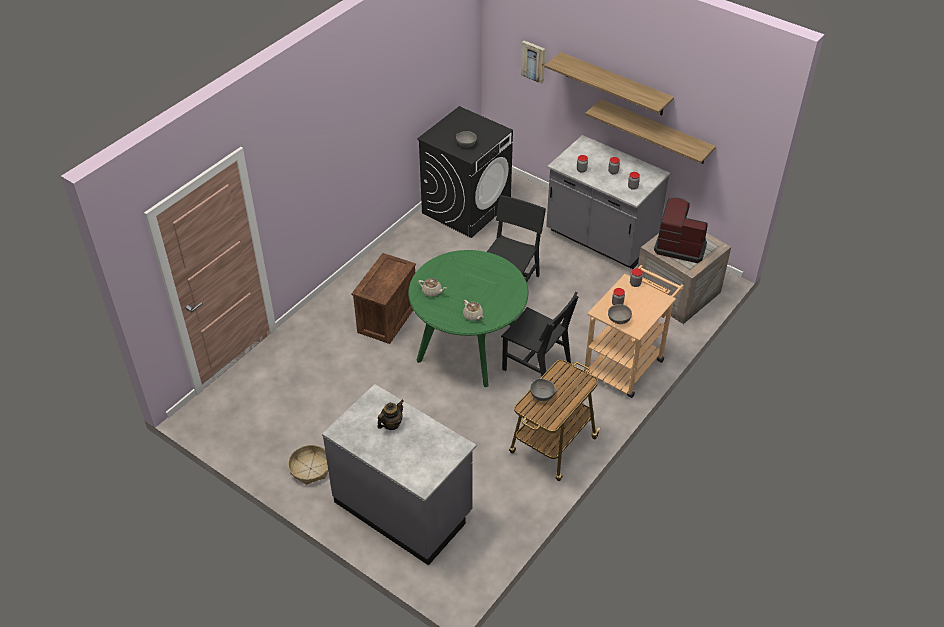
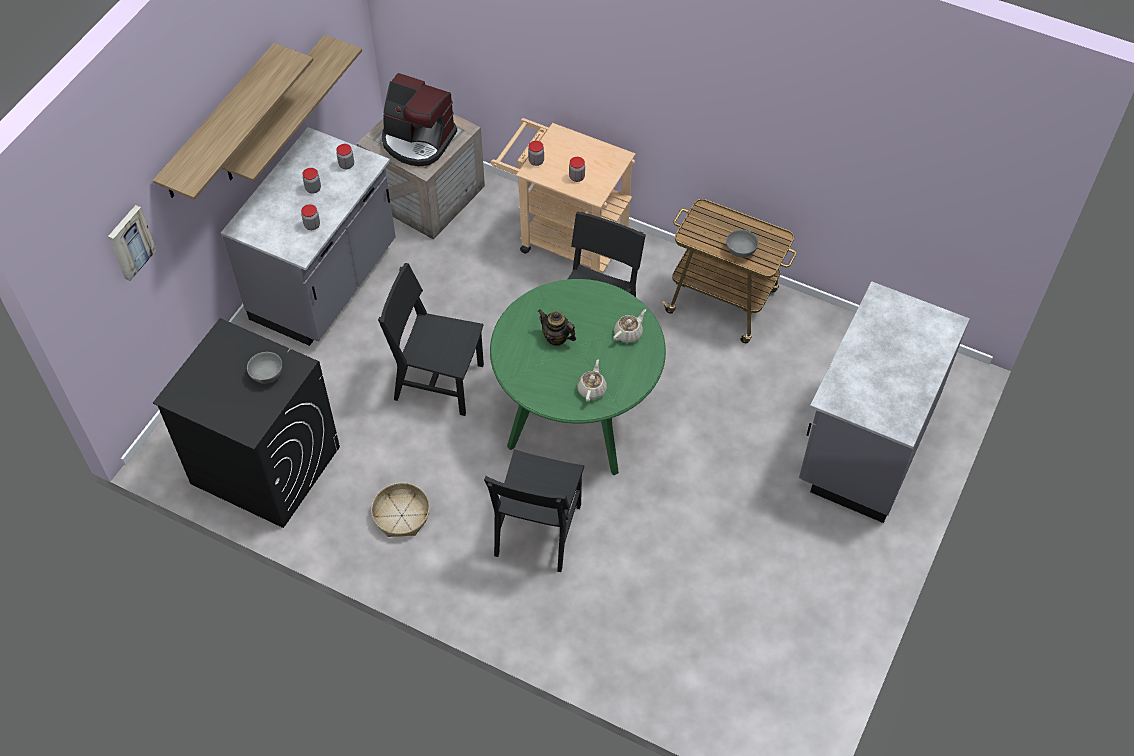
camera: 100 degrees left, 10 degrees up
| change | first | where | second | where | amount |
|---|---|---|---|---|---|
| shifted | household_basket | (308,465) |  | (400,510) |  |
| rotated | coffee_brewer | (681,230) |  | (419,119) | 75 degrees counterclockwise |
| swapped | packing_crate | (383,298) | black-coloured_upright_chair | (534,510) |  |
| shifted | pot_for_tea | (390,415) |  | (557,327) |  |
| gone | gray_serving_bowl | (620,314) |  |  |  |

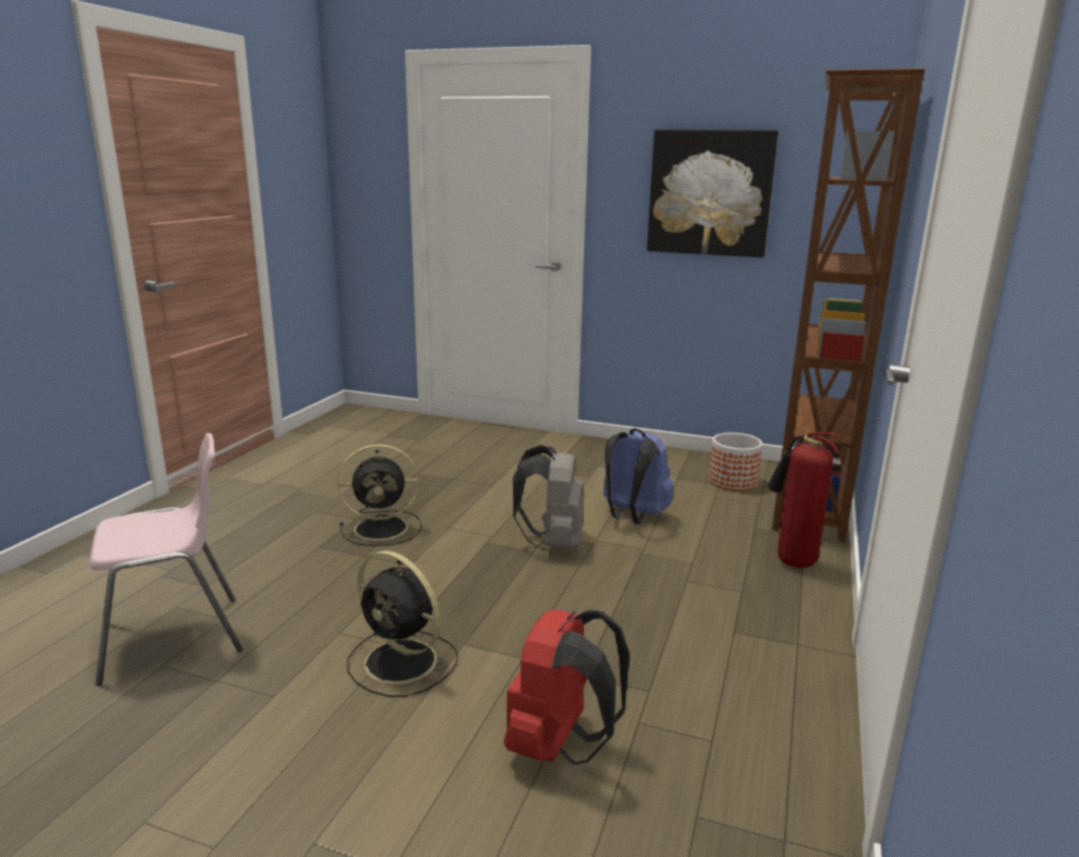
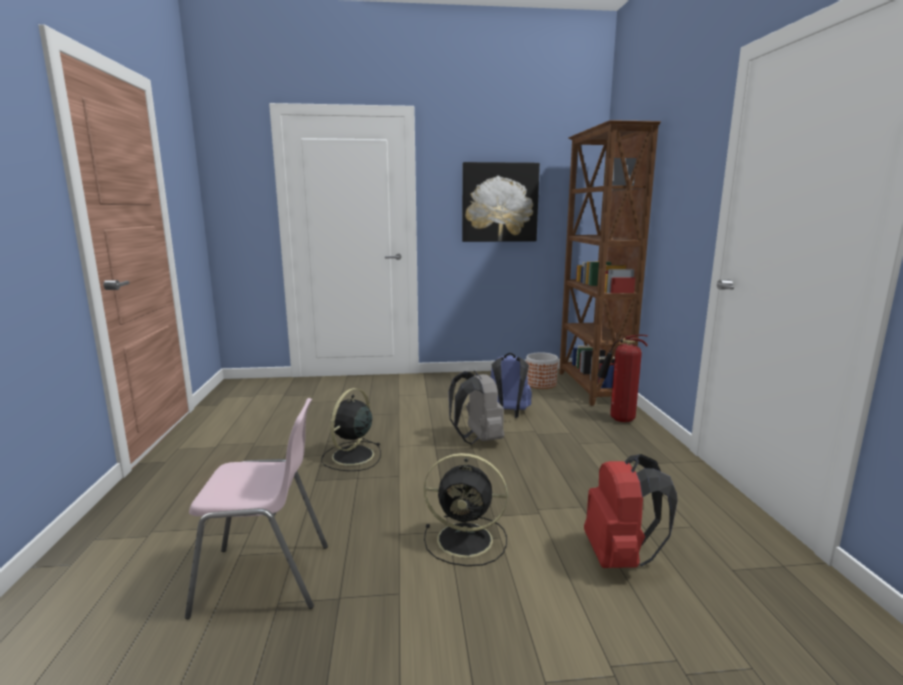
camera: 25 degrees left, 5 degrees down
| change | first | where | second | where | amount |
|---|---|---|---|---|---|
| rotated | pink-coloured_upright_chair | (166,559) |  | (256,508) | 45 degrees clockwise |
| rotated | black-coloured_electric_fan | (379,495) |  | (351,429) | 150 degrees clockwise |

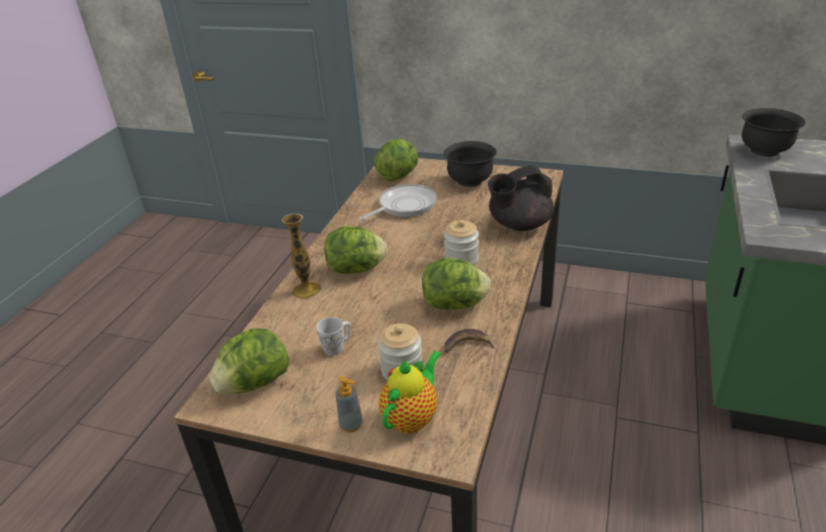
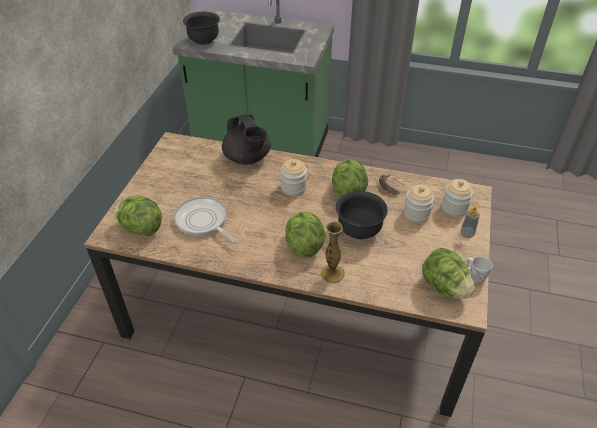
camera: 95 degrees left, 10 degrees up
| change | first | where | second | where | amount |
|---|---|---|---|---|---|
| shifted | black-coloured_serving_bowl | (470,164) |  | (362,215) |  |
| swapped | pot_for_tea | (410,392) | preserve_jar | (457,198) |  |
| shifted | whitish_coffee_mug | (333,336) |  | (479,270) |  |

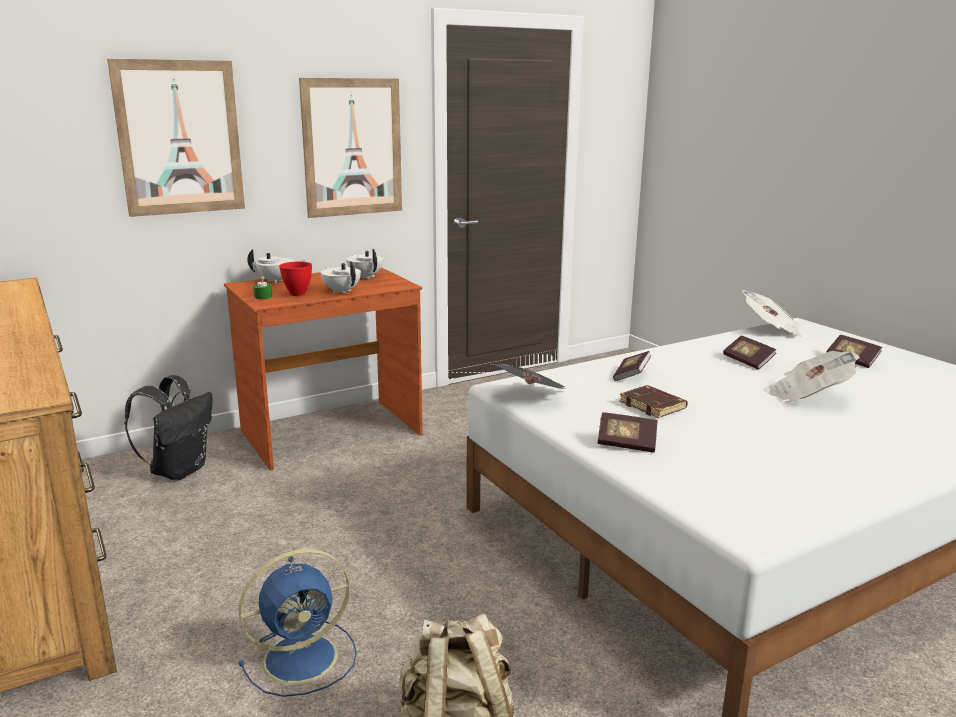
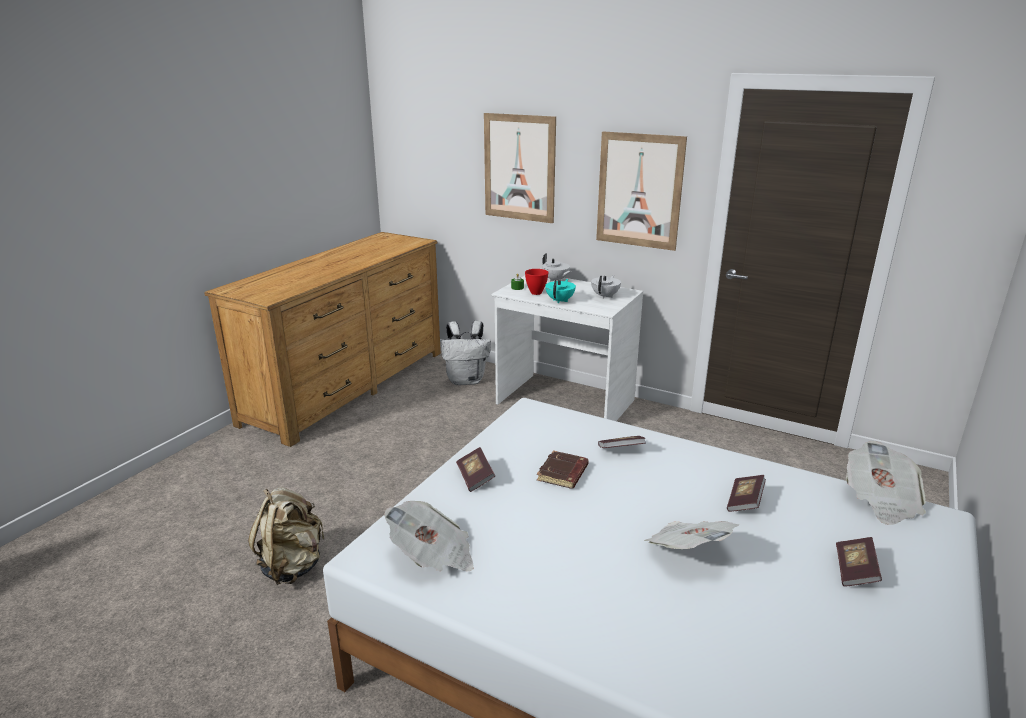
camera: 60 degrees right, 5 degrees up
| change | first | where | second | where | amount |
|---|---|---|---|---|---|
| shifted | daily_paper | (529,376) |  | (429,536) |  |
| repainted | black-coloured_knapsack | (168,428) | whitish_knapsack | (466,353) |  |
| repainted | brown_desk | (323,368) | whitish_desk | (567,348) |  |
| repainted | whitish_pot_for_tea | (341,277) | turquoise_pot_for_tea | (560,291) |  |
| gone | bluish_electric_fan | (298,623) |  |  |  |

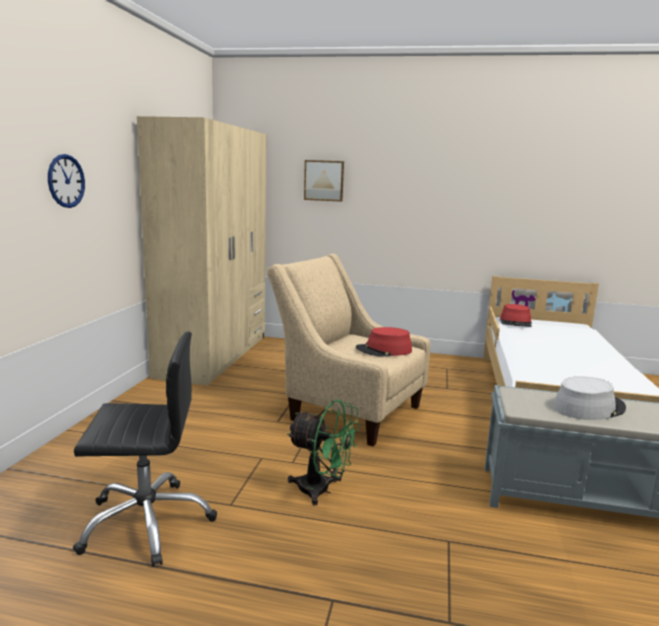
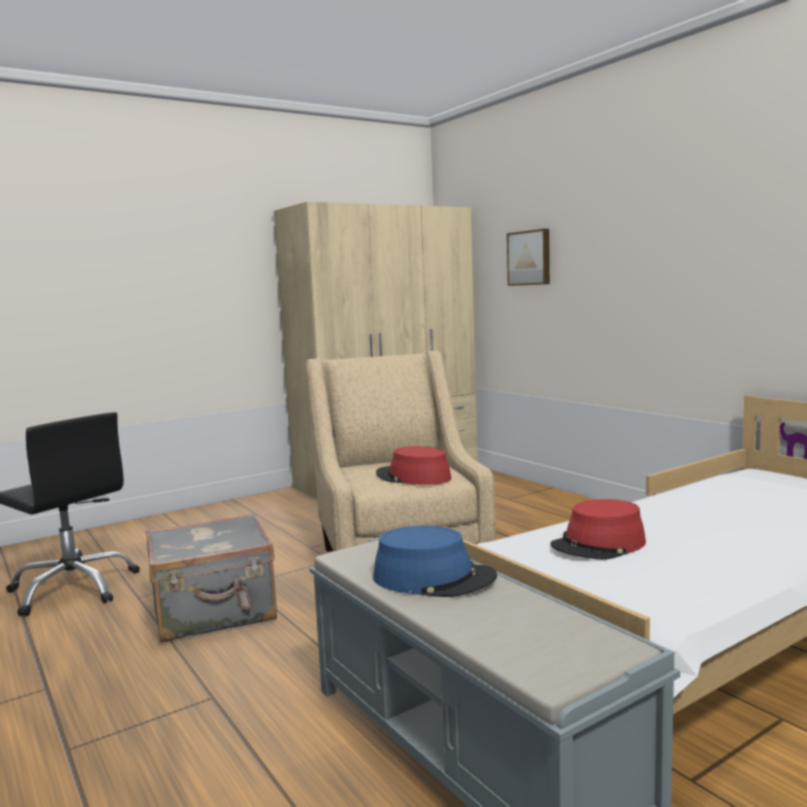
camera: 45 degrees right, 5 degrees down
| change | first | where | second | where | amount |
|---|---|---|---|---|---|
| swapped | green-coloured_electric_fan | (323,452) | gray_piece_of_luggage | (211,578) |  |
| repainted | gray_hat | (589,398) | bluish_hat | (435,561) |  |
| shifted | red-coloured_hat | (516,315) |  | (598,529) |  |
| gone | hanging_clock | (66,181) |  |  |  |

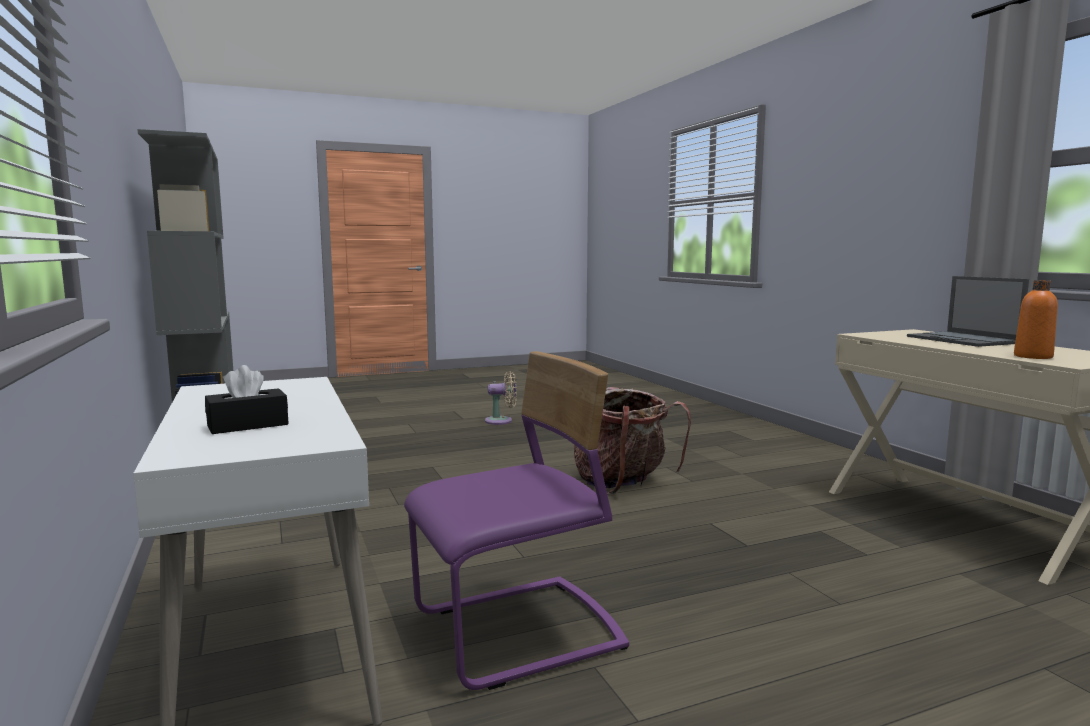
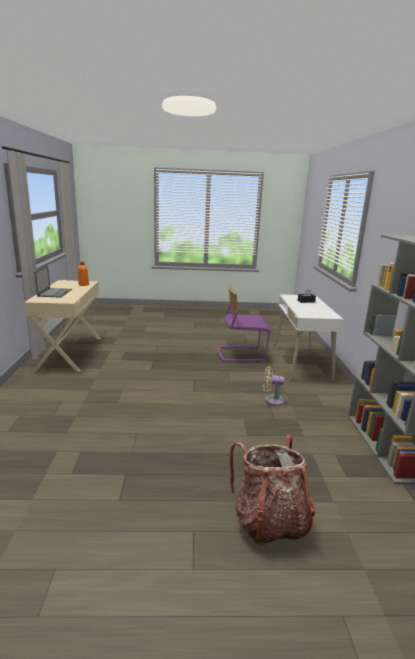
camera: 160 degrees left, 10 degrees up
| change | first | where | second | where | amount |
|---|---|---|---|---|---|
| shifted | knapsack | (632,440) |  | (272,490) |  |
| shifted | sand-coloured_electric_fan | (501,398) |  | (274,385) |  |

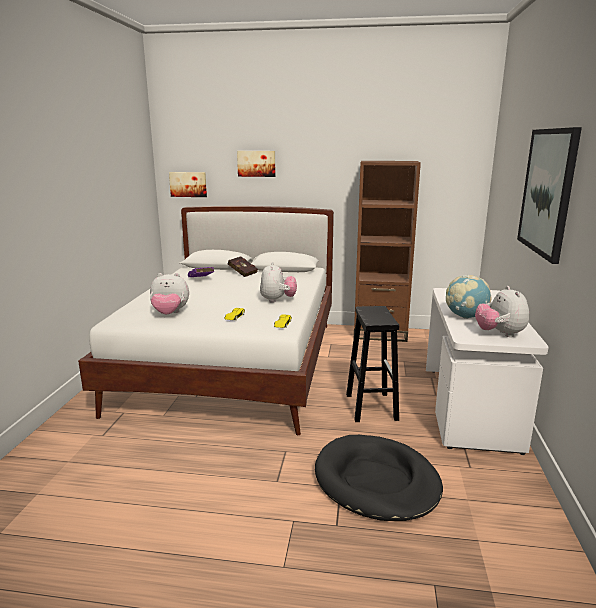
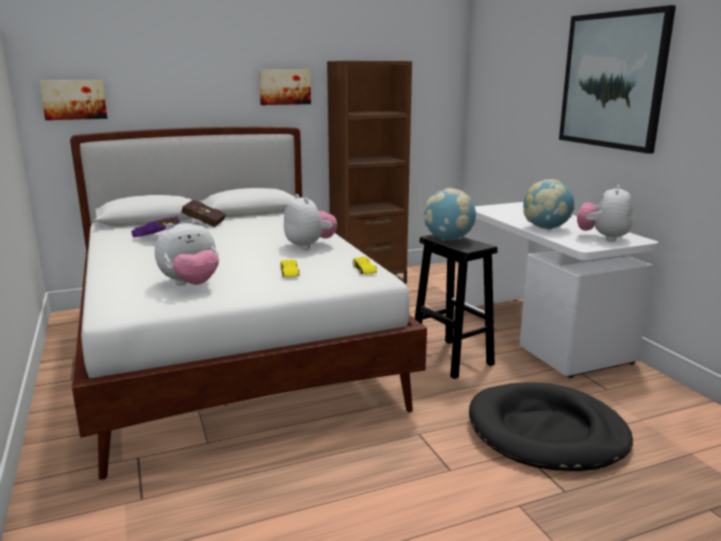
camera: 30 degrees left, 0 degrees up
| change | first | where | second | where | amount |
|---|---|---|---|---|---|
| shifted | wall_picture | (256,164) |  | (285,87) |  |
| new |  |  | desk_globe | (450,214) |  |
| rotated | plush_toy | (502,311) |  | (605,213) | 60 degrees clockwise |

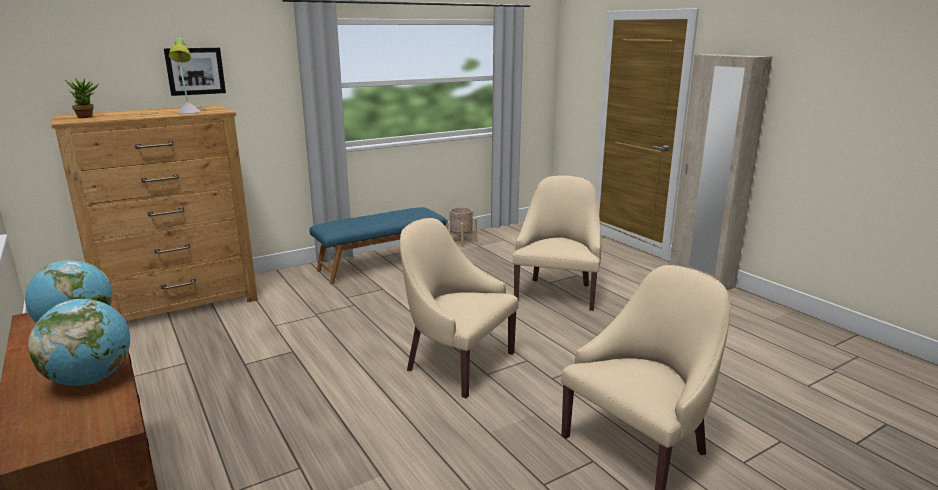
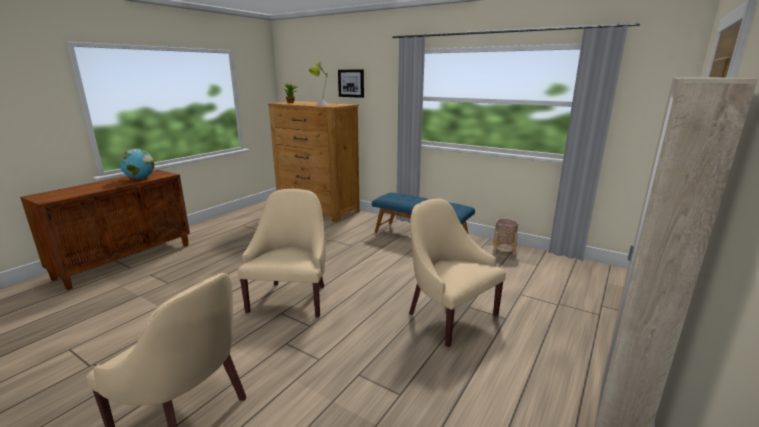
camera: 65 degrees right, 0 degrees up
| change | first | where | second | where | amount |
|---|---|---|---|---|---|
| rotated | sand-coloured_lounge_chair | (557,243) |  | (457,272) | 120 degrees counterclockwise |
| gone | desk_globe | (79,342) |  |  |  |

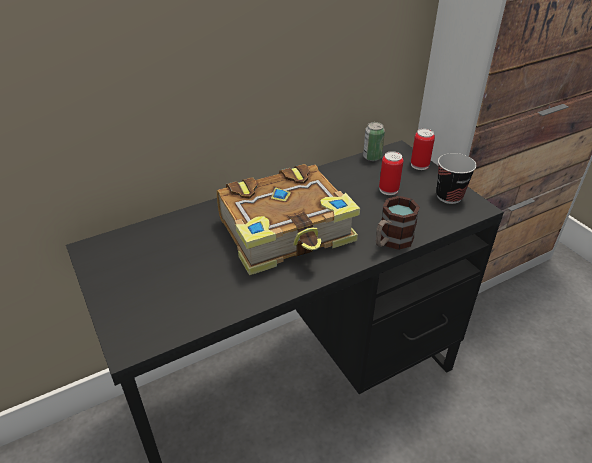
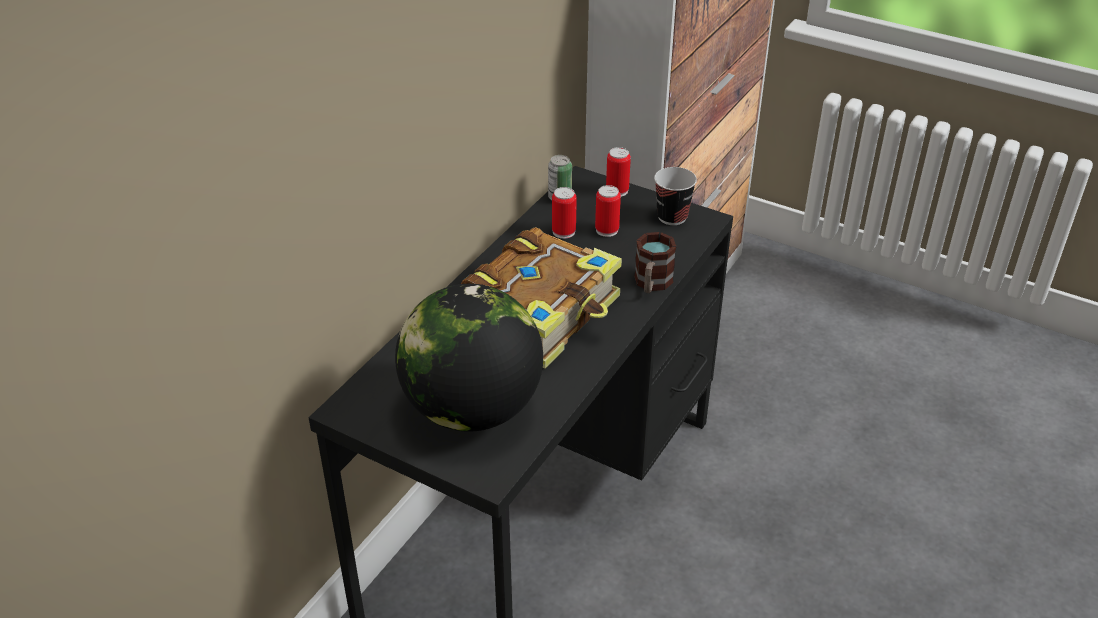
camera: 30 degrees left, 0 degrees up
| change | first | where | second | where | amount |
|---|---|---|---|---|---|
| new |  |  | desk_globe | (469,358) |  |
| new |  |  | sealed_can | (564,213) |  |

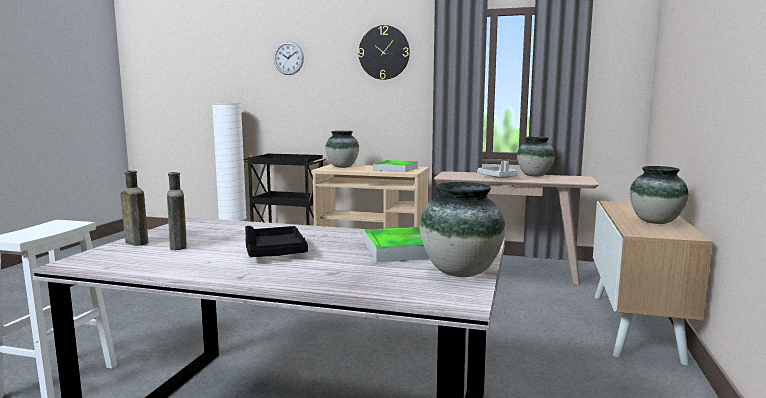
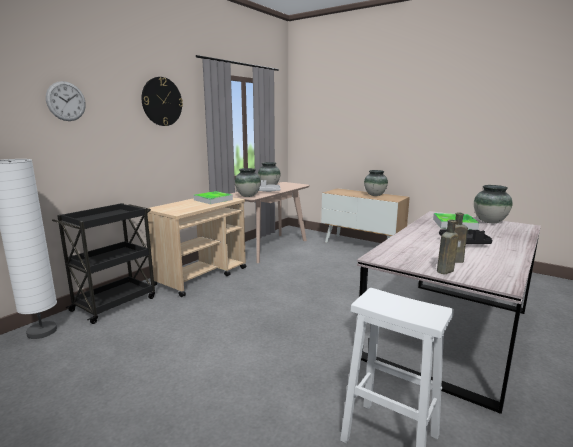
camera: 70 degrees left, 5 degrees up
| change | first | where | second | where | amount |
|---|---|---|---|---|---|
| shifted | flower_vase | (342,149) |  | (248,182) |  |

